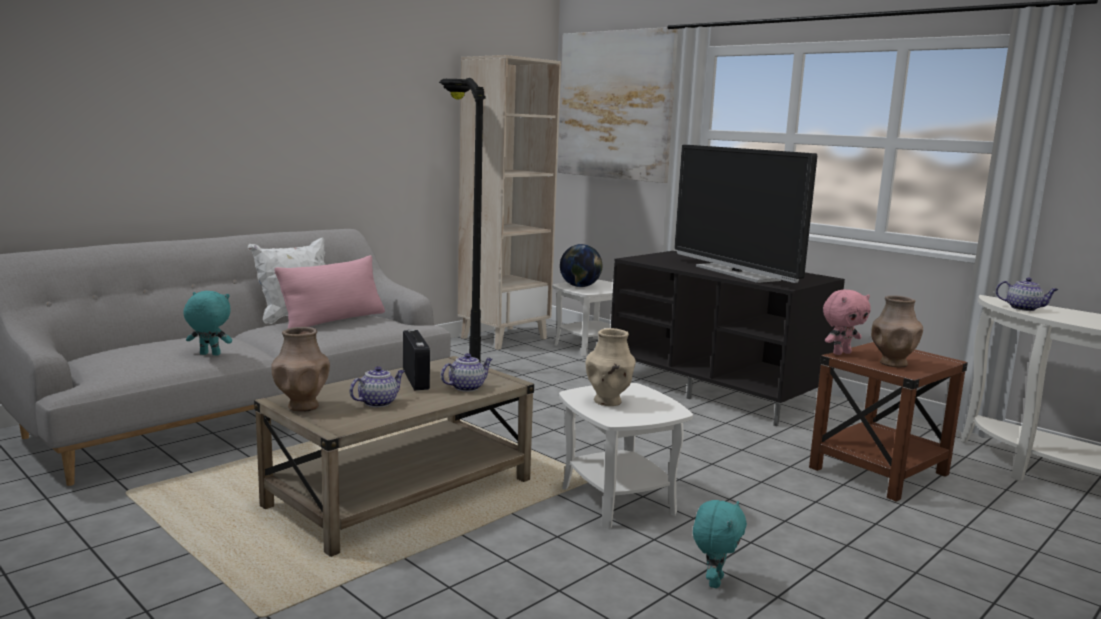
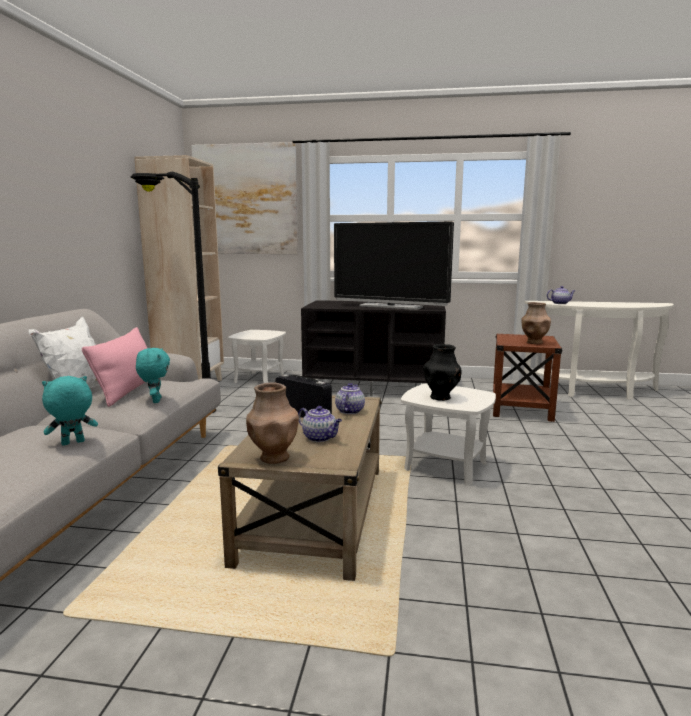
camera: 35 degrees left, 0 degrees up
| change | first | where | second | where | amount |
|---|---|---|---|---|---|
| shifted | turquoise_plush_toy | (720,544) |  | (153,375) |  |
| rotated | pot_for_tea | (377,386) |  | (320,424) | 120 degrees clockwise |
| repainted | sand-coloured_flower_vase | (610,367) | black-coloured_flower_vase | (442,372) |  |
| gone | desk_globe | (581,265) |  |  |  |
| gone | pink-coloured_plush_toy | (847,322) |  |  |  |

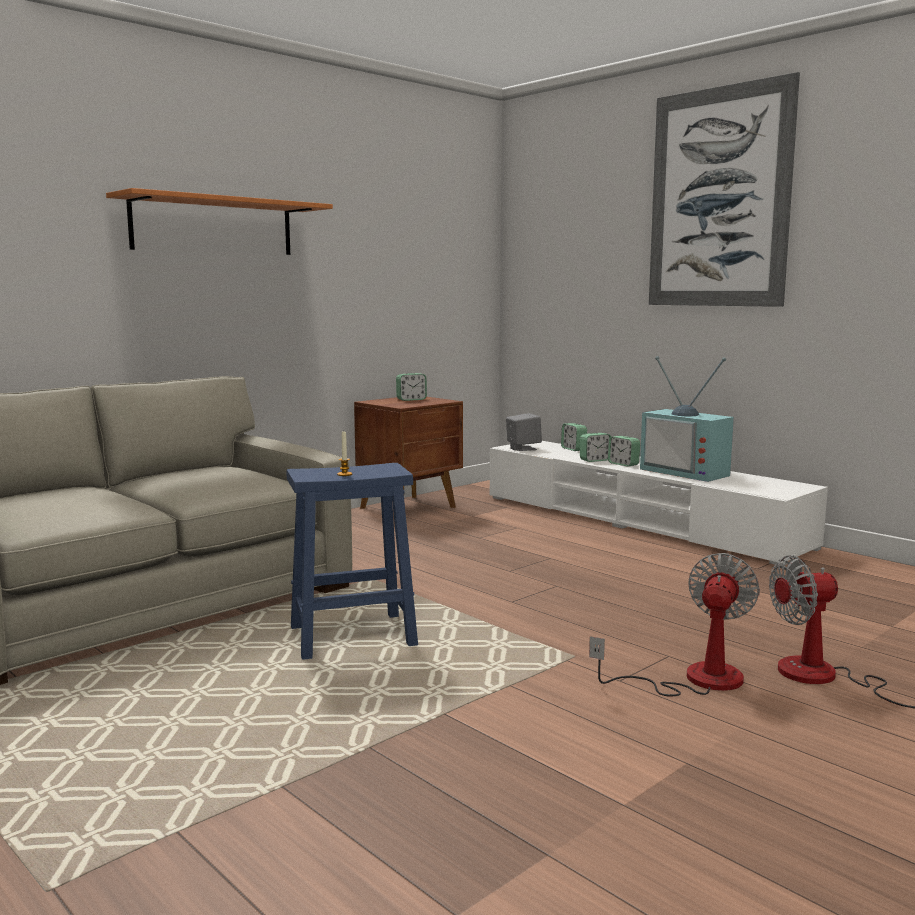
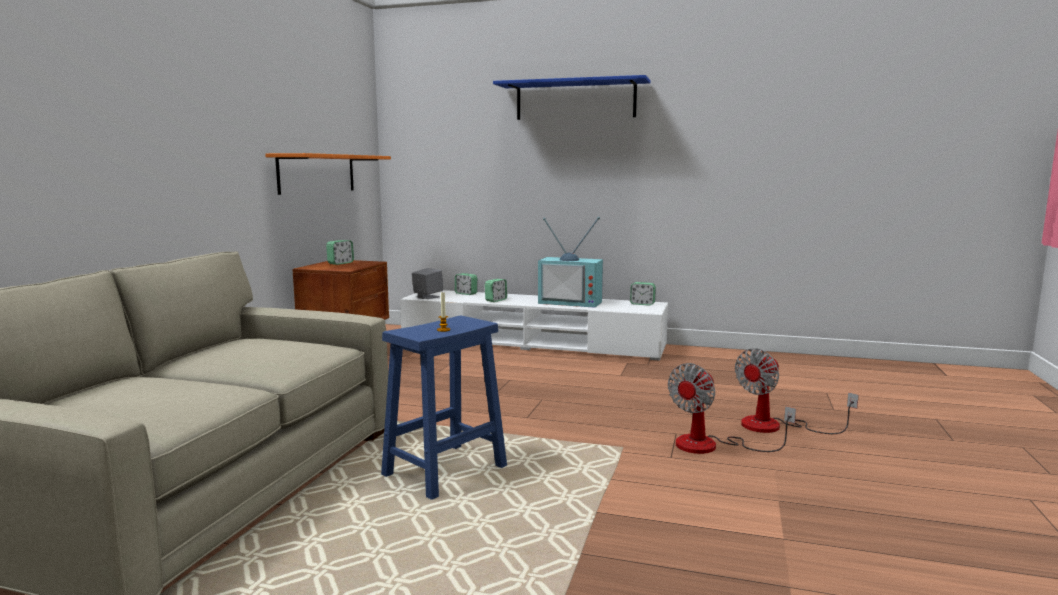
camera: 30 degrees left, 0 degrees up
| change | first | where | second | where | amount |
|---|---|---|---|---|---|
| shifted | orange_wall_shelf | (219,221) |  | (328,174) |  |
| swapped | wall_picture | (724,189) | bluish_wall_shelf | (572,97) |  |
| shifted | bedside_clock | (624,451) |  | (643,294) |  |
| rotated | electric_fan | (674,625) |  | (732,408) | 135 degrees counterclockwise |

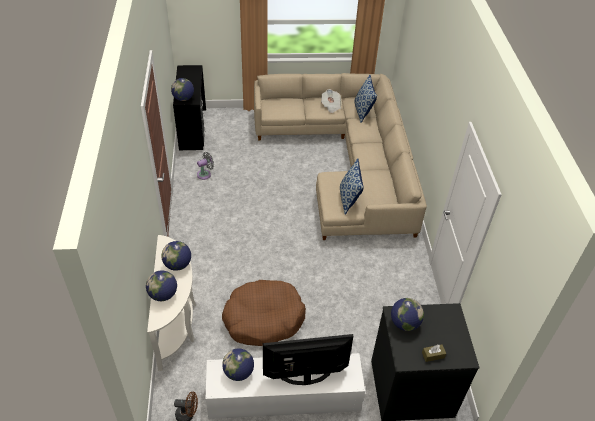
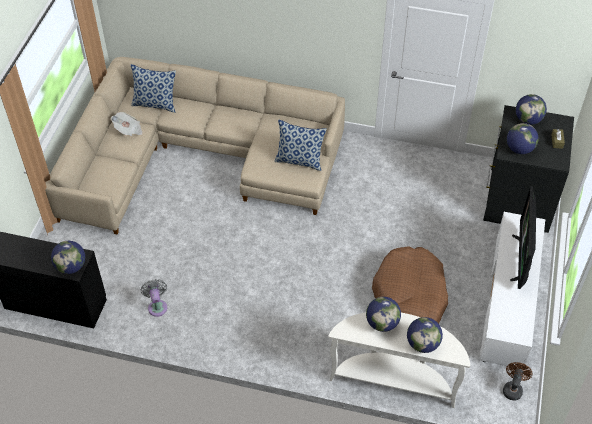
camera: 70 degrees left, 5 degrees up
| change | first | where | second | where | amount |
|---|---|---|---|---|---|
| shifted | desk_globe | (238,364) |  | (531,109) |  |

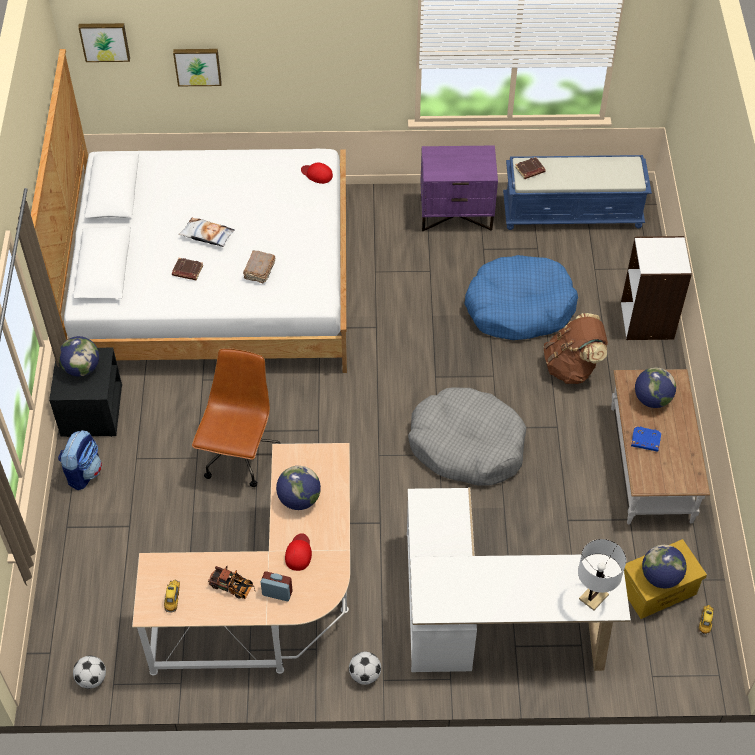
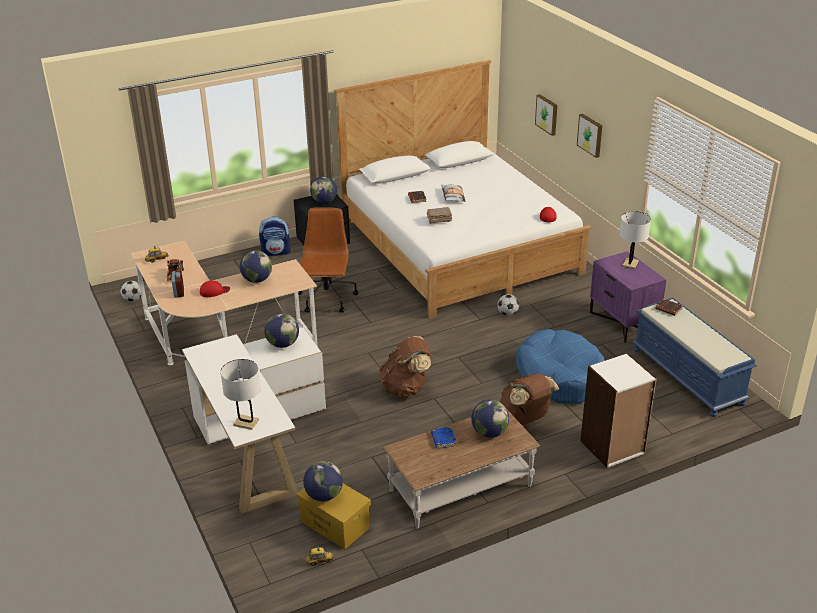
camera: 65 degrees right, 20 degrees down
| change | first | where | second | where | amount |
|---|---|---|---|---|---|
| new |  |  | desk_globe | (281,330) |  |
| rotated | brown_office_chair | (236,417) |  | (328,260) | 75 degrees counterclockwise |
| swapped | gray_dog_bed | (467,436) | brown_knapsack | (405,366) |  |
| shifted | football | (365,668) |  | (508,305) |  |
| shifted | wall_picture | (104,42) |  | (589,136) |  |
| new |  |  | whitish_table_lamp | (635,240) |  |

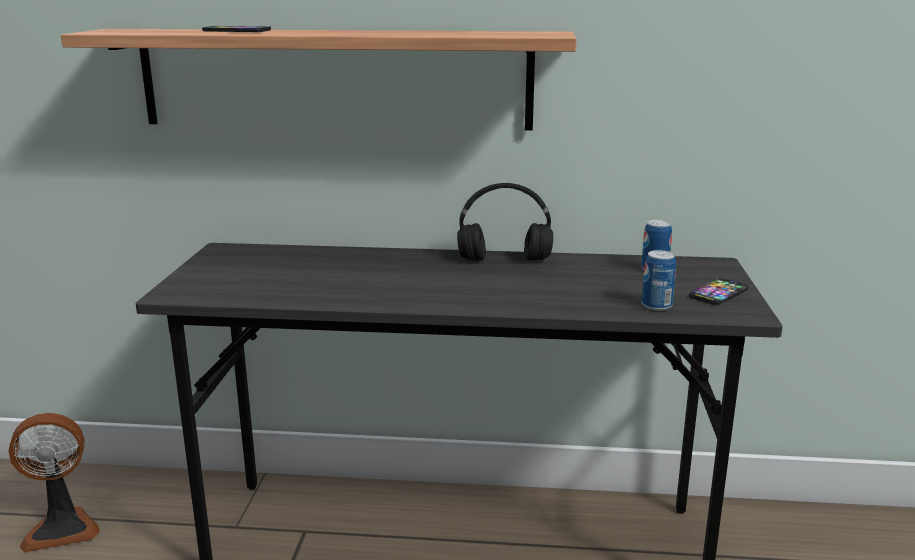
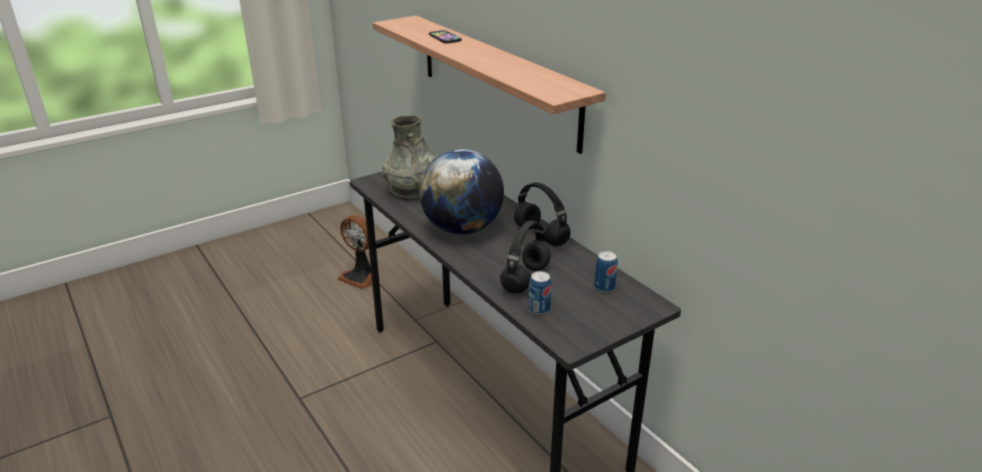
camera: 50 degrees right, 10 degrees up
| change | first | where | second | where | amount |
|---|---|---|---|---|---|
| new |  |  | gray_flower_vase | (411,157) |  |
| new |  |  | desk_globe | (461,192) |  |
| new |  |  | black-coloured_pair_of_headphones | (525,257) |  |
| gone | handset | (719,291) |  |  |  |

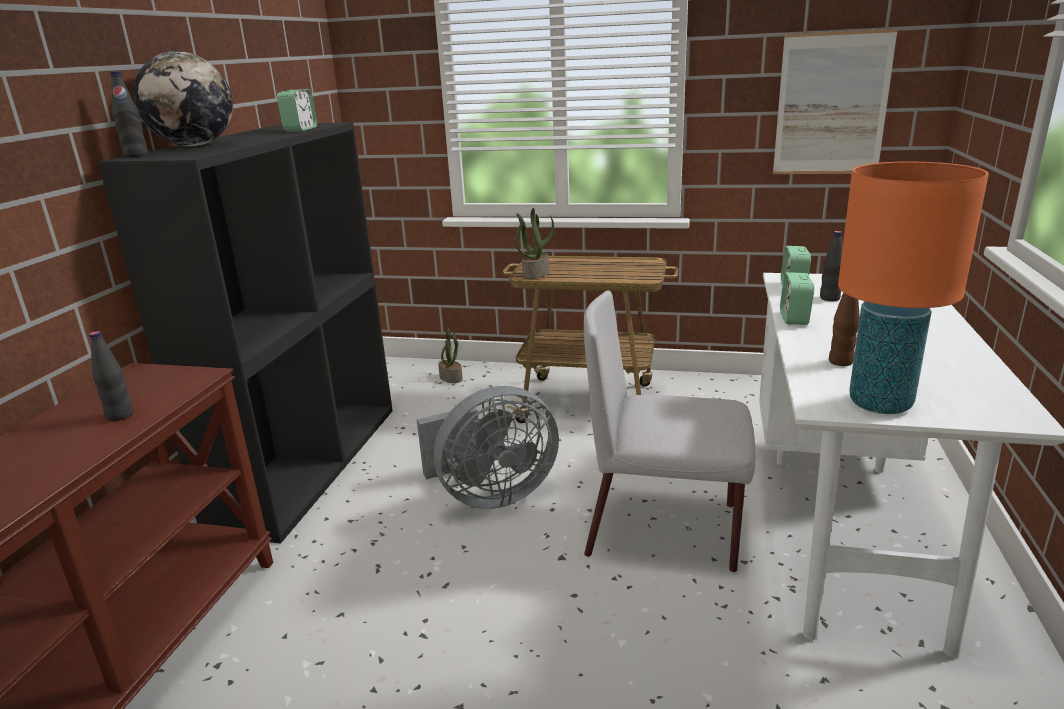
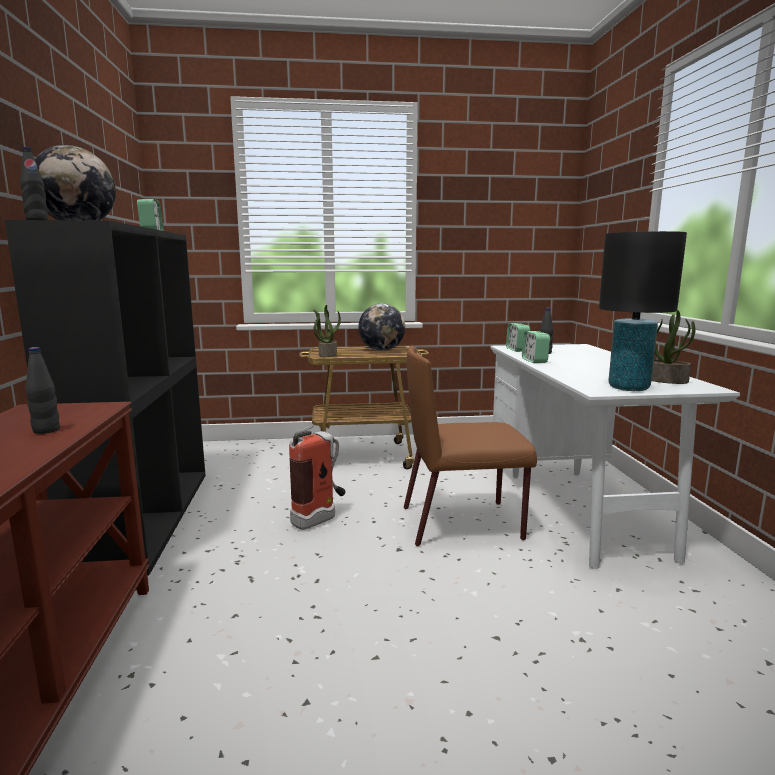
camera: 20 degrees left, 10 degrees down
| change | first | where | second | where | amount |
|---|---|---|---|---|---|
| swapped | gray_electric_fan | (488,447) | fire-fighting_cylinder | (317,477) |  |
| new |  |  | desk_globe | (382,327) |  |
| repainted | gray_upright_chair | (669,432) | brown_upright_chair | (470,446) |  |
| repainted | orange_table_lamp | (913,288) | black-coloured_table_lamp | (643,311) |  |
| shifted | houseplant | (450,355) |  | (673,347) |  |
| gone | wall_picture | (835,101) |  |  |  |
| gone | brown_beverage_bottle | (844,329) |  |  |  |

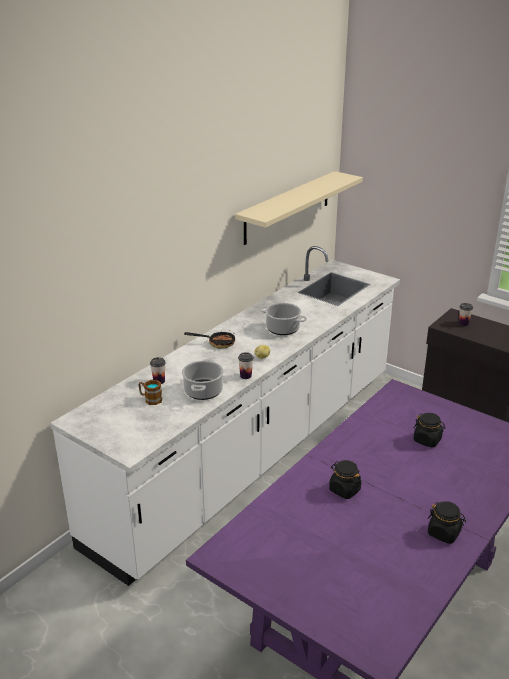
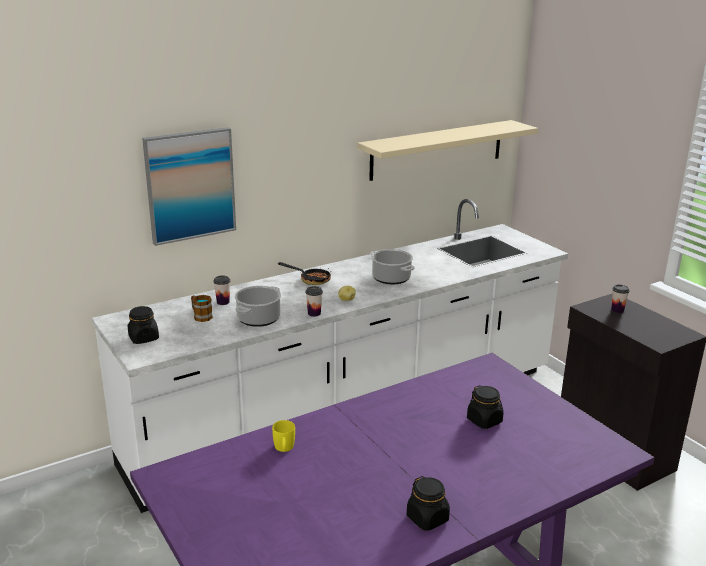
camera: 20 degrees right, 5 degrees down
| change | first | where | second | where | amount |
|---|---|---|---|---|---|
| shifted | black-coloured_preserve_jar | (345,479) |  | (143,325) |  |
| new |  |  | wall_picture | (189,186) |  |
| new |  |  | yellow-coloured_coffee_mug | (283,436) |  |

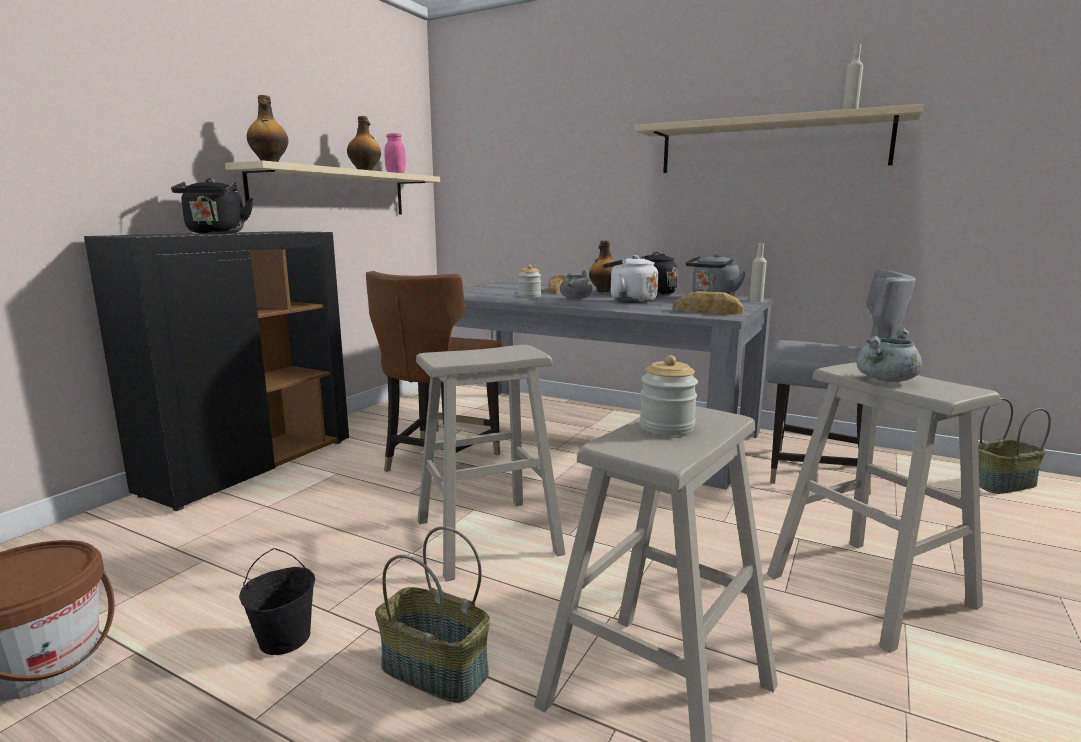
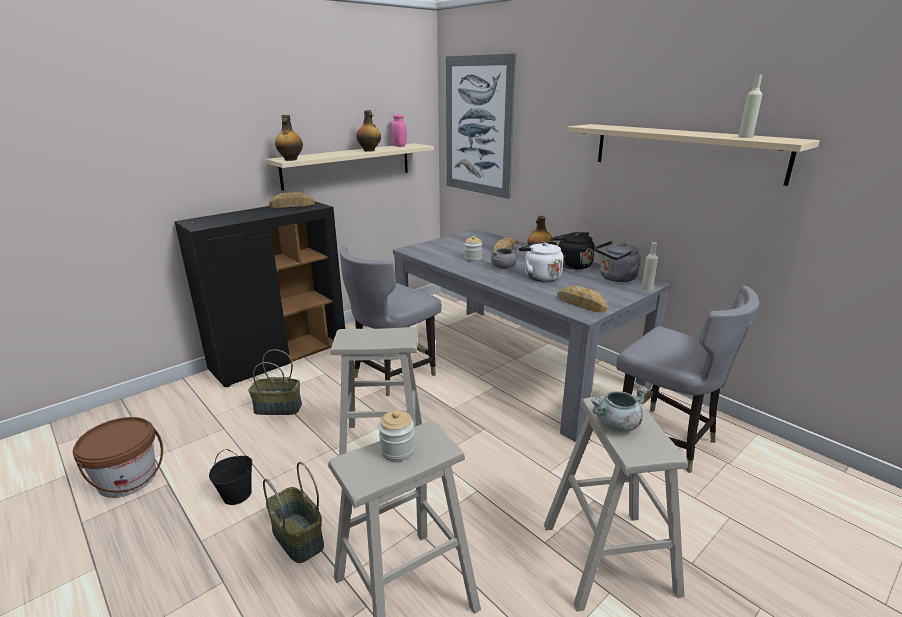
camera: 20 degrees right, 10 degrees up
| change | first | where | second | where | amount |
|---|---|---|---|---|---|
| shifted | household_basket | (1014,446) |  | (275,382) |  |
| new |  |  | bread | (292,200) |  |
| repainted | brown_upright_chair | (435,371) | gray_upright_chair | (390,321) |  |
| new |  |  | wall_picture | (481,126) |  |
| gone | black-coloured_water_kettle | (212,206) |  |  |  |

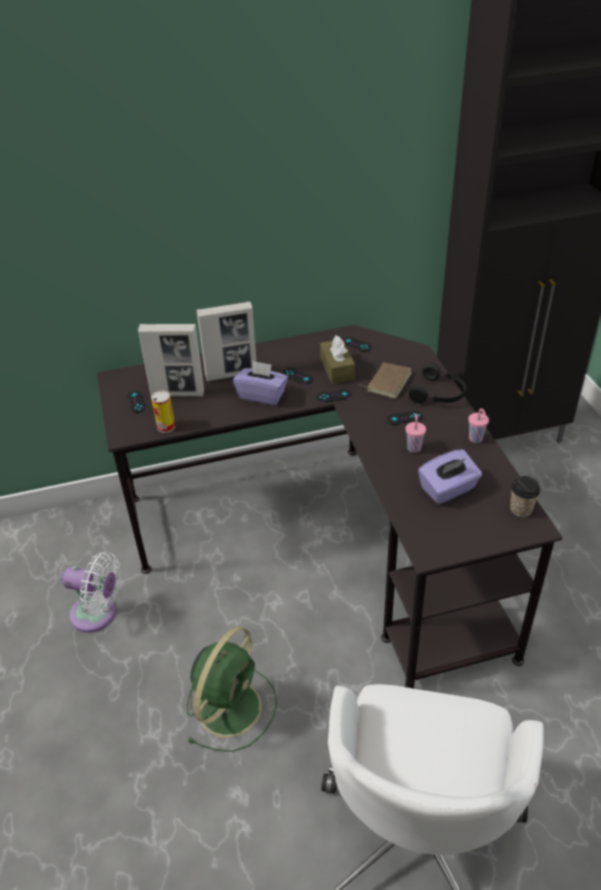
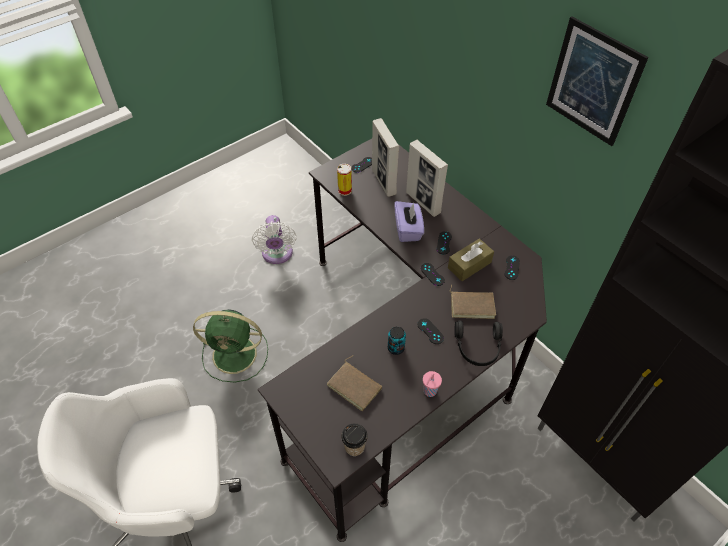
camera: 65 degrees right, 10 degrees up
| change | first | where | second | where | amount |
|---|---|---|---|---|---|
| swapped | purple-coloured_box_of_tissues | (450,476) | brown_book | (354,383) |  |
| swapped | pink-coloured_cup | (416,433) | sealed_can | (397,341) |  |
| new |  |  | wall_picture | (597,81) |  |

